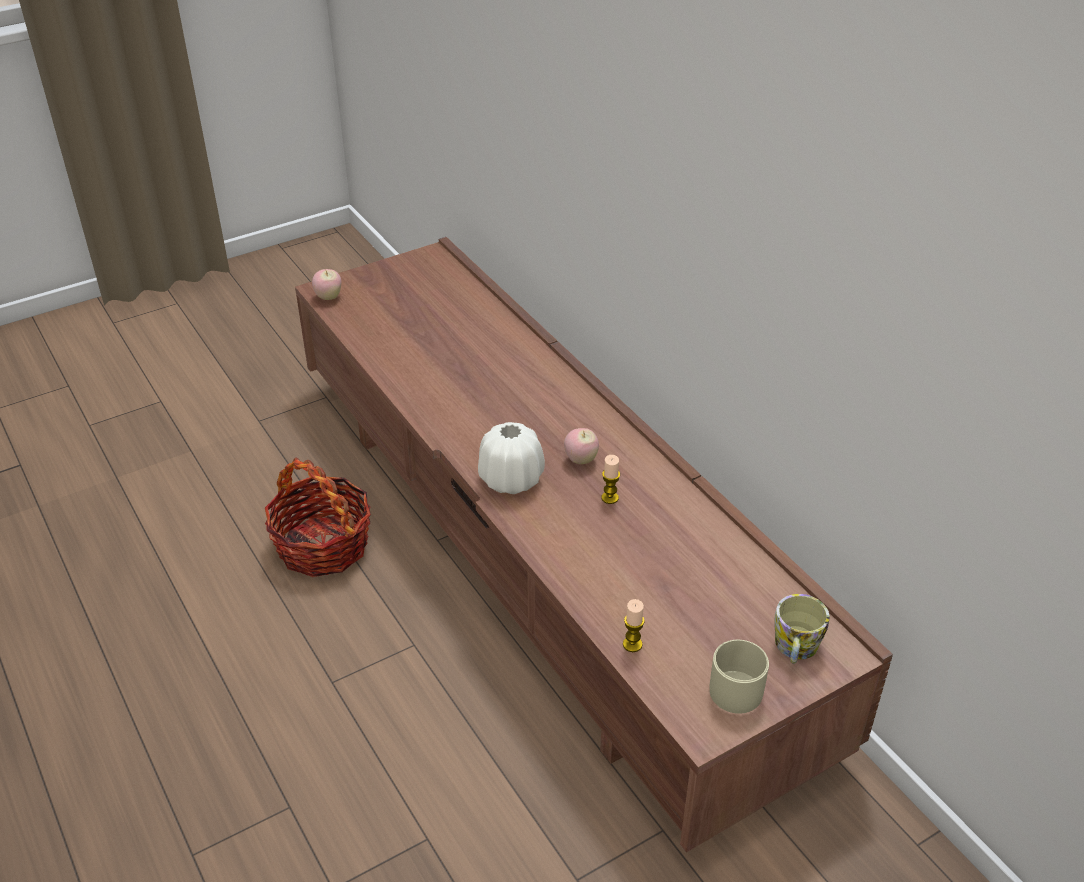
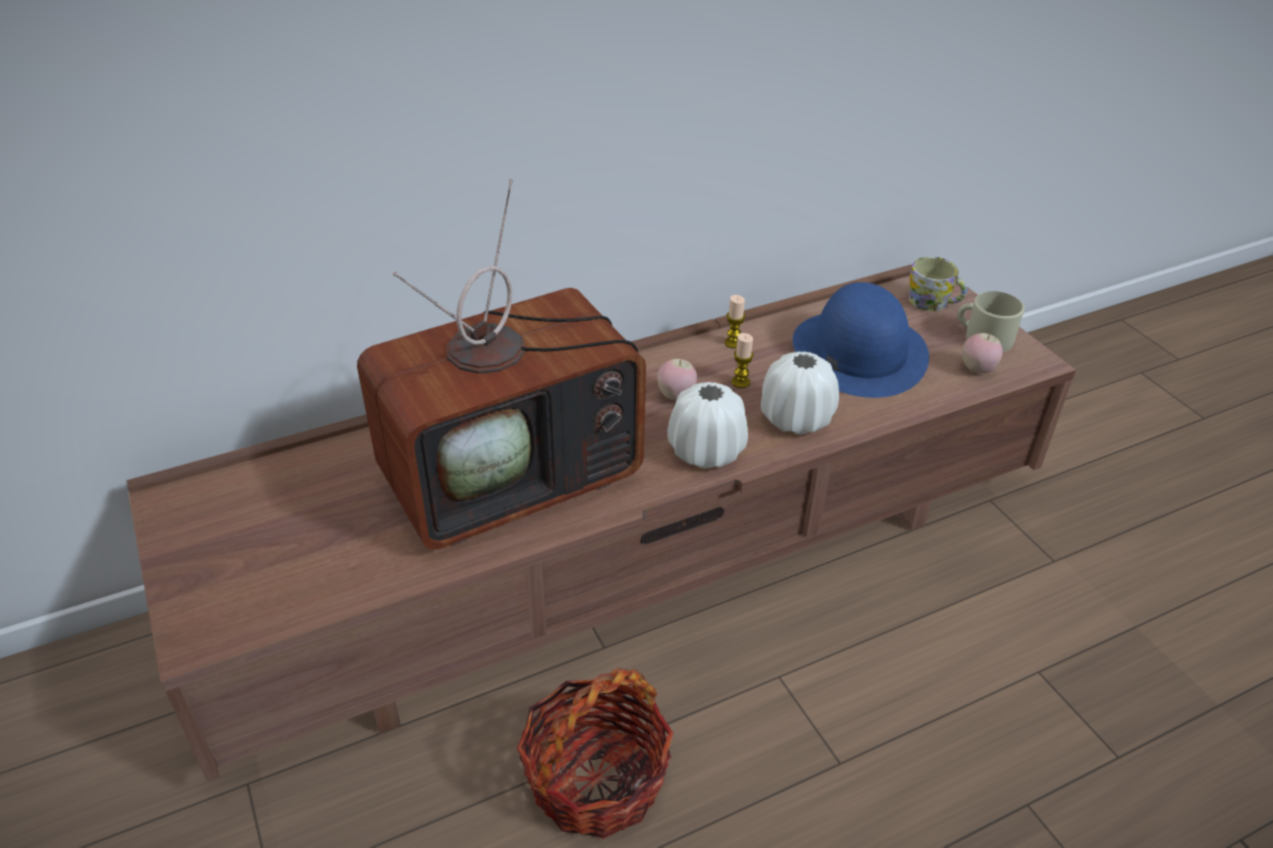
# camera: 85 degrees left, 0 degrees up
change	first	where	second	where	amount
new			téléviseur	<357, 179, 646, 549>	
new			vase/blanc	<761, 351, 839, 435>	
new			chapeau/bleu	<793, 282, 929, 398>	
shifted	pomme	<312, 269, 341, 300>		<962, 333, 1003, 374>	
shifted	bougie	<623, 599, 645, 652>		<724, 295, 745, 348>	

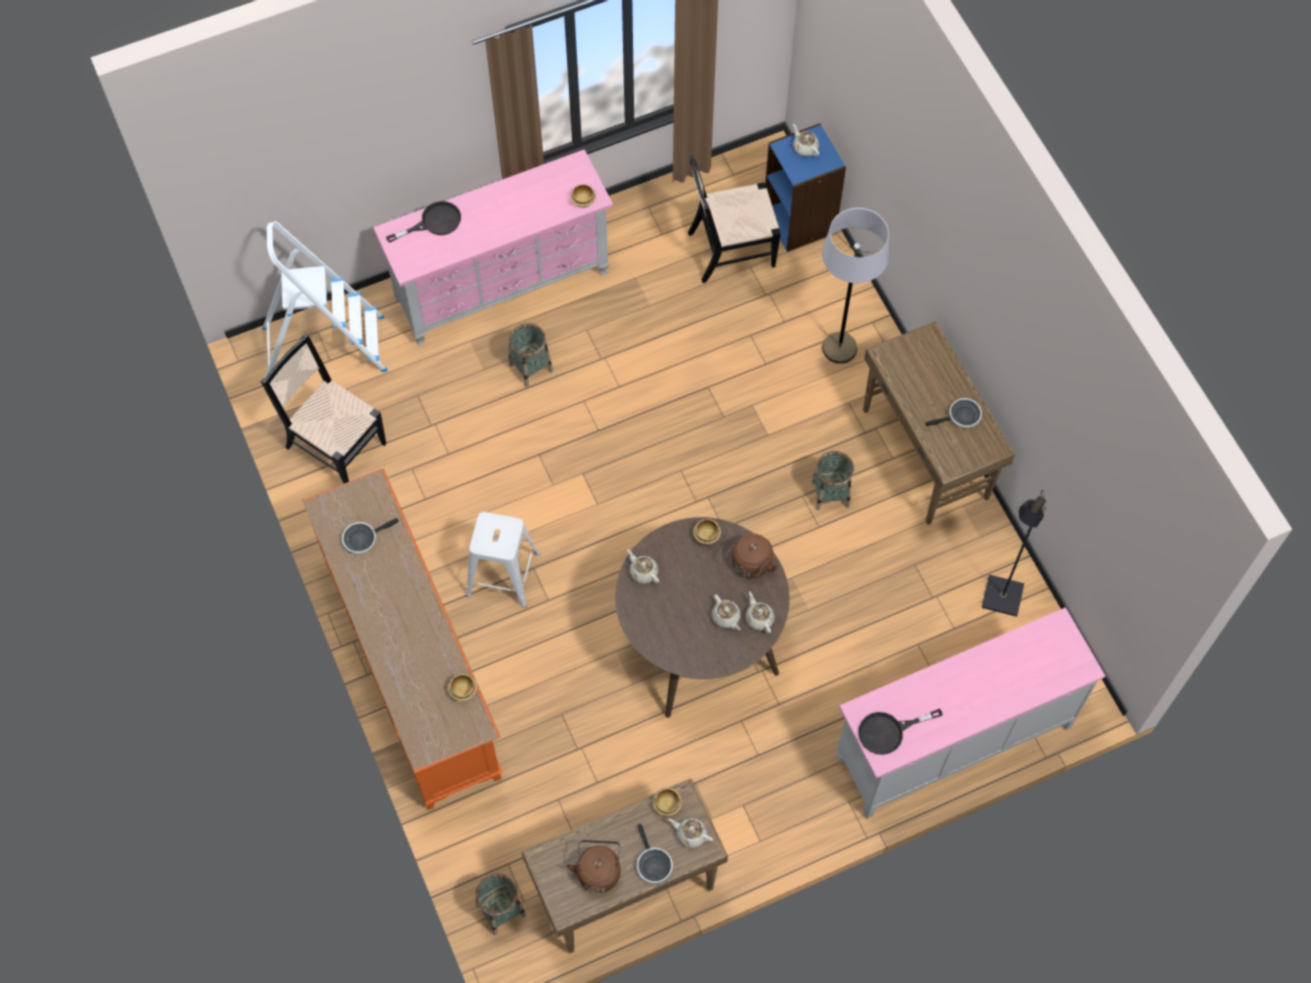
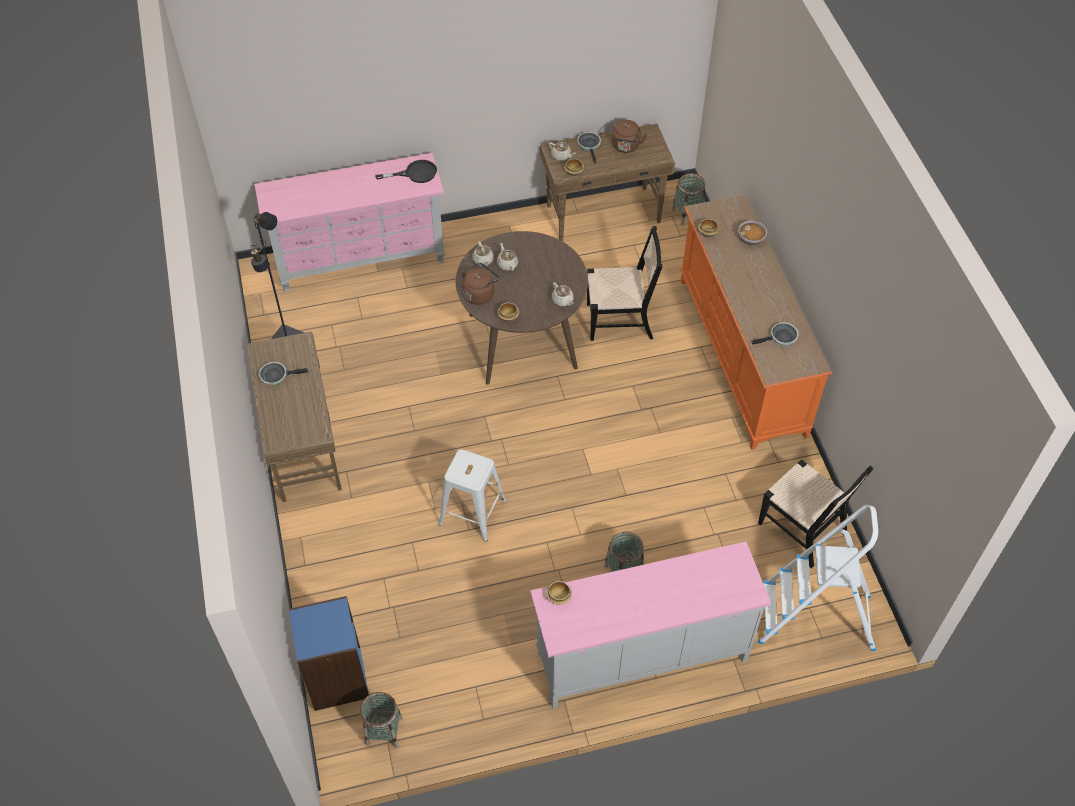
# camera: 170 degrees left, 10 degrees down
change	first	where	second	where	amount
gone	poêle/noir	<386, 201, 461, 242>			
gone	théière/beige	<793, 124, 819, 156>			
gone	lampadaire/gris	<822, 208, 889, 364>			
new			bol	<738, 221, 767, 245>	
shifted	tabouret/blanc	<466, 512, 540, 608>		<438, 449, 506, 542>	
shifted	chaise	<688, 155, 781, 283>		<587, 226, 663, 341>	
shifted	panier	<812, 451, 854, 511>		<360, 692, 402, 748>	

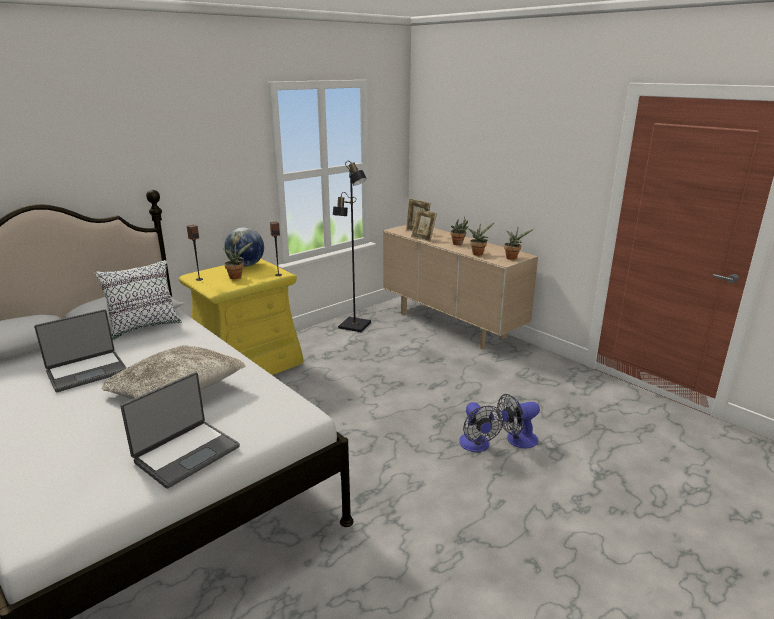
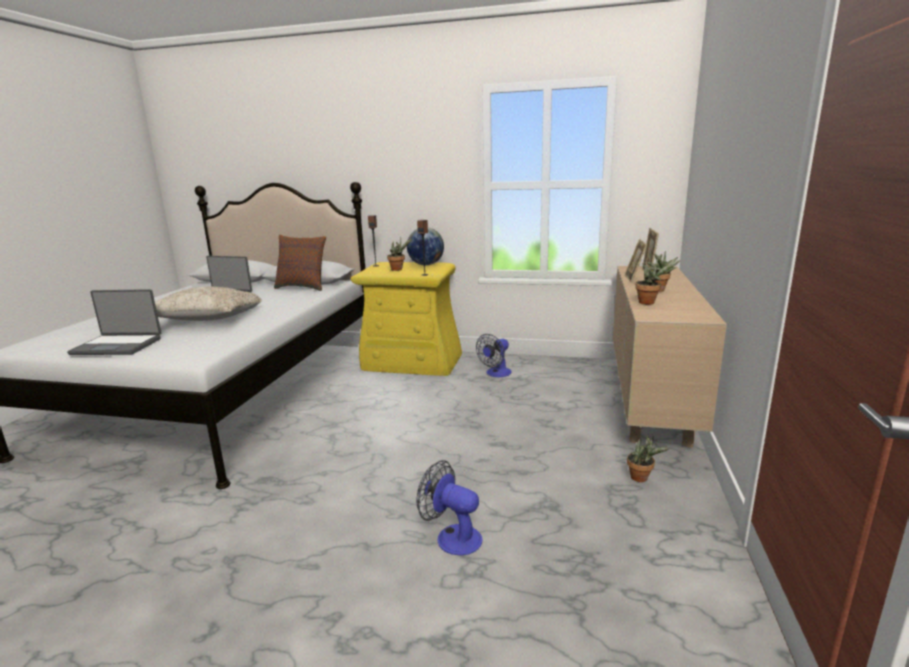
# camera: 55 degrees right, 5 degrees down
change	first	where	second	where	amount
gone	lampadaire/noir	<333, 161, 371, 332>			
shifted	ventilateur	<459, 402, 504, 452>		<476, 334, 511, 377>	
shifted	plante en pot	<504, 228, 534, 260>		<627, 435, 669, 482>	
repainted	coussin/blanc	<95, 260, 182, 340>	coussin/marron	<274, 235, 326, 291>	

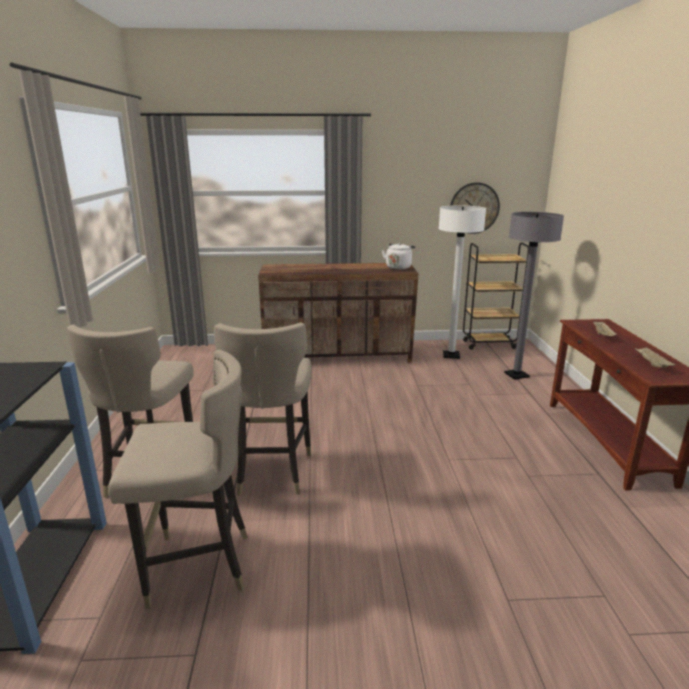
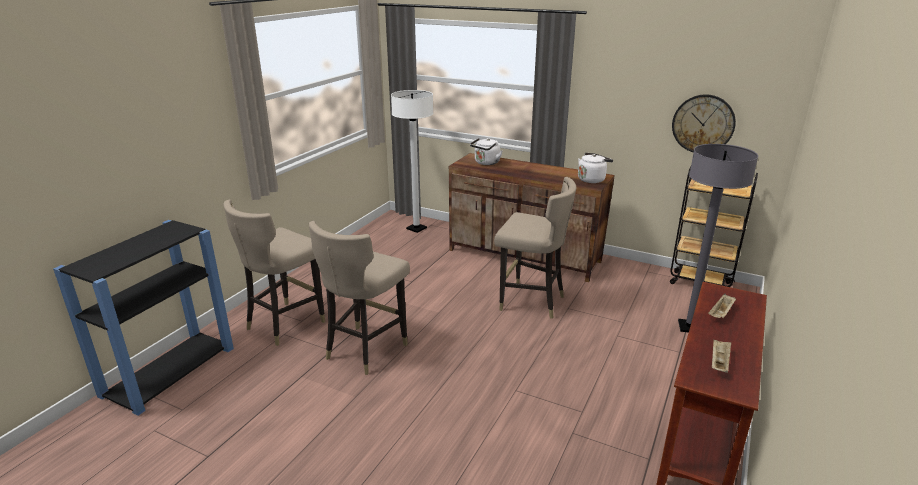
# camera: 30 degrees right, 5 degrees up
change	first	where	second	where	amount
new			bouilloire/blanc	<470, 138, 502, 165>	
shifted	tabouret/beige	<108, 350, 248, 609>		<494, 177, 577, 319>	
shifted	lampadaire/blanc	<438, 205, 486, 359>		<391, 90, 434, 233>	

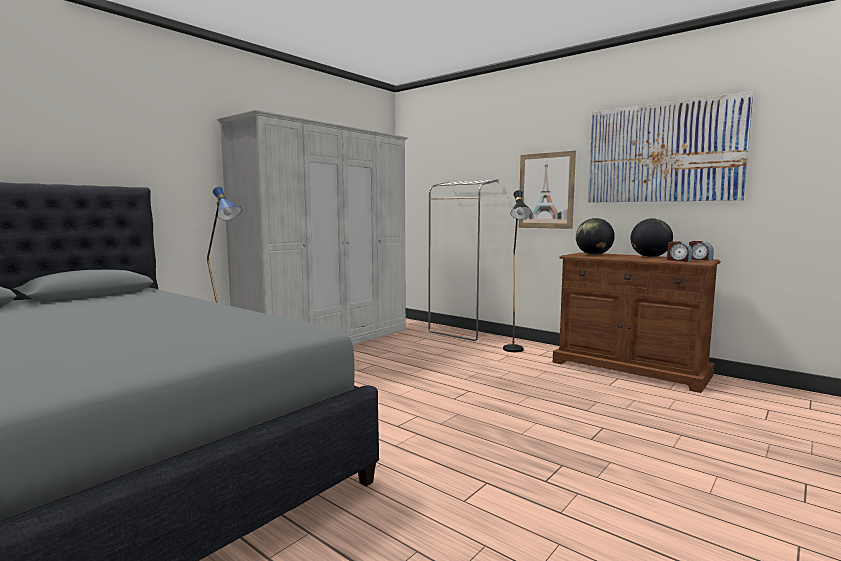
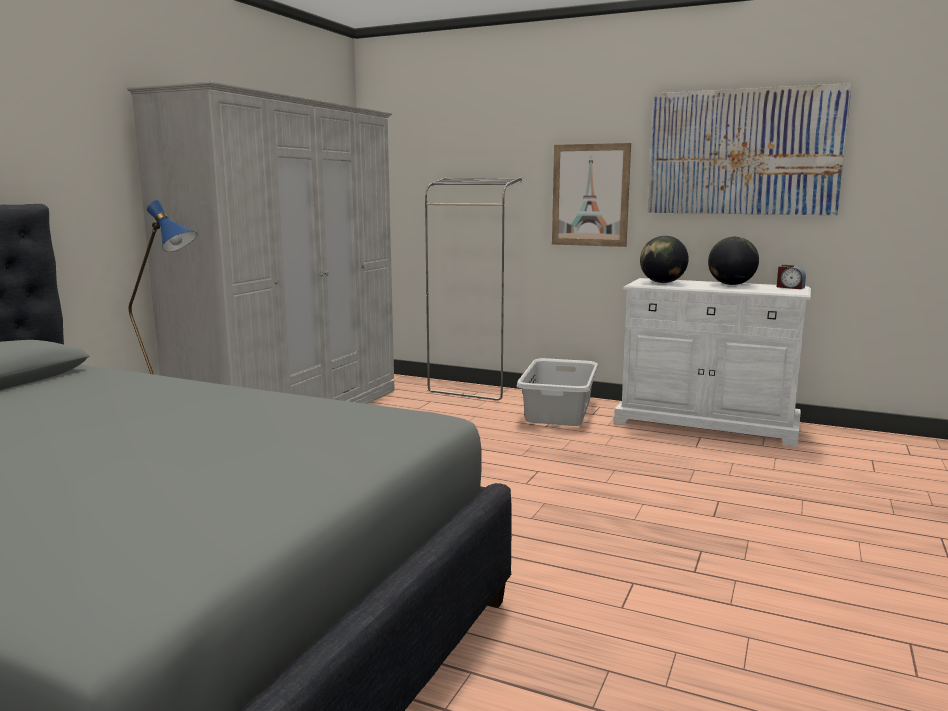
# camera: 15 degrees left, 5 degrees up
change	first	where	second	where	amount
gone	réveil	<667, 241, 692, 262>			
swapped	lampadaire/noir	<503, 190, 532, 352>	panier à linge/gris	<517, 358, 598, 426>	
repainted	commode/marron	<553, 252, 721, 393>	commode/blanc	<614, 278, 811, 447>	

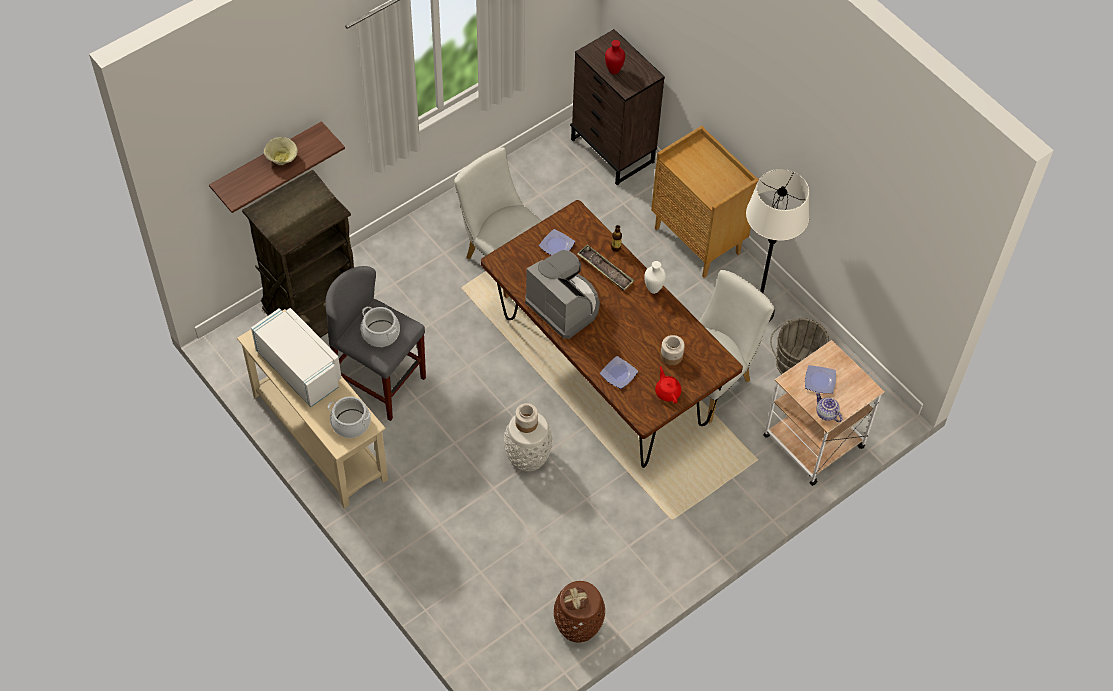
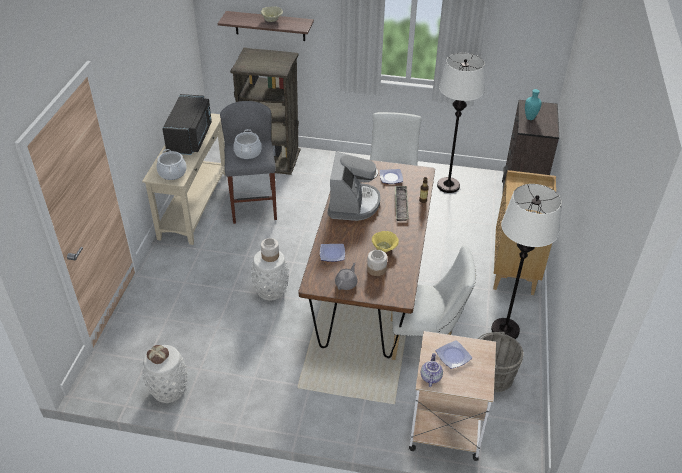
# camera: 50 degrees right, 15 degrees down
change	first	where	second	where	amount
gone	vase/blanc	<644, 261, 666, 294>			
new			bol/jaune	<372, 231, 399, 252>	
new			lampadaire/blanc	<437, 53, 485, 193>	
repainted	micro-ondes/blanc	<251, 308, 342, 407>	micro-ondes/noir	<162, 94, 212, 155>	
repainted	tabouret/marron	<554, 581, 605, 643>	tabouret/blanc	<142, 345, 187, 403>	
repainted	vase/rouge	<605, 40, 625, 74>	vase/turquoise	<525, 89, 542, 120>	
repainted	théière/rouge	<655, 366, 681, 403>	théière/gris	<335, 263, 358, 290>	

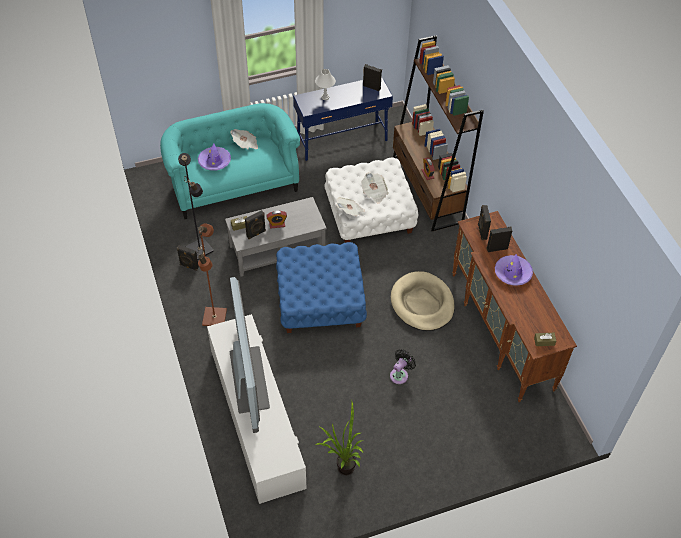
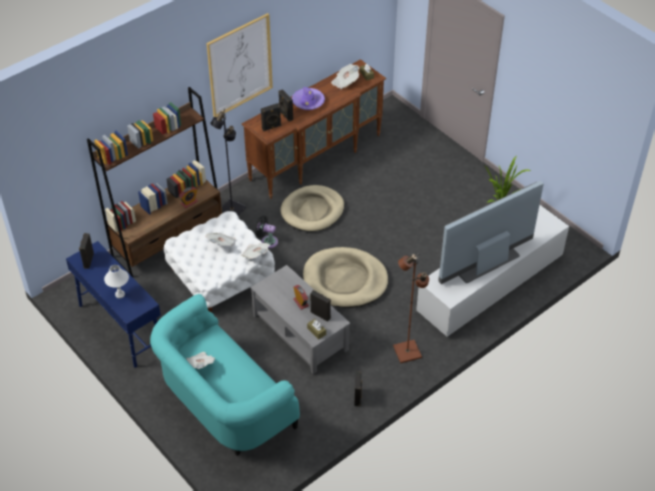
# camera: 110 degrees left, 5 degrees down
change	first	where	second	where	amount
gone	chapeau/violet	<198, 144, 231, 171>			
new			tableau	<206, 13, 273, 117>	
new			journal	<331, 64, 359, 89>	
shifted	lampadaire/noir	<178, 153, 214, 260>		<210, 109, 246, 216>	
shifted	ventilateur/noir	<390, 349, 416, 384>		<256, 216, 278, 248>	
swapped	pouf/bleu	<276, 242, 367, 333>	panier pour chien/beige	<303, 247, 388, 308>	

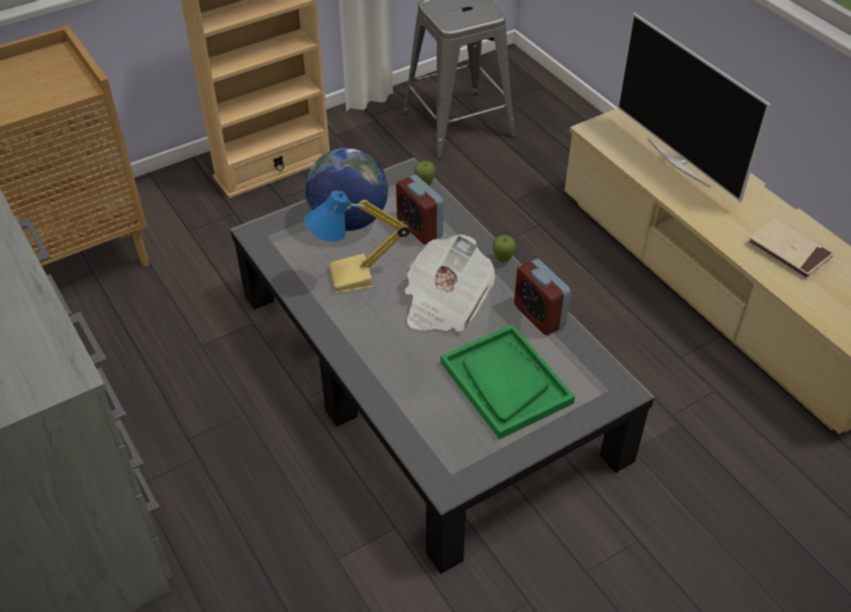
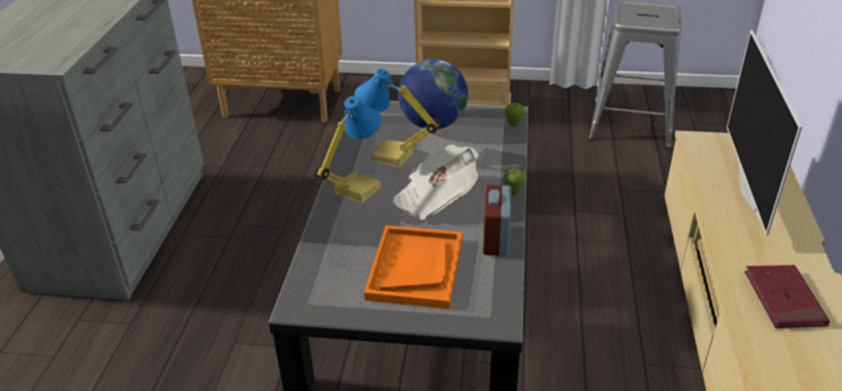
# camera: 40 degrees right, 10 degrees down
change	first	where	second	where	amount
gone	réveil	<396, 175, 444, 244>			
new			lampe de table	<314, 96, 382, 204>	
repainted	plateau/vert	<440, 324, 575, 439>	plateau/orange	<364, 225, 462, 309>	
repainted	livre/beige	<747, 218, 834, 279>	livre/rouge	<745, 265, 830, 328>	

